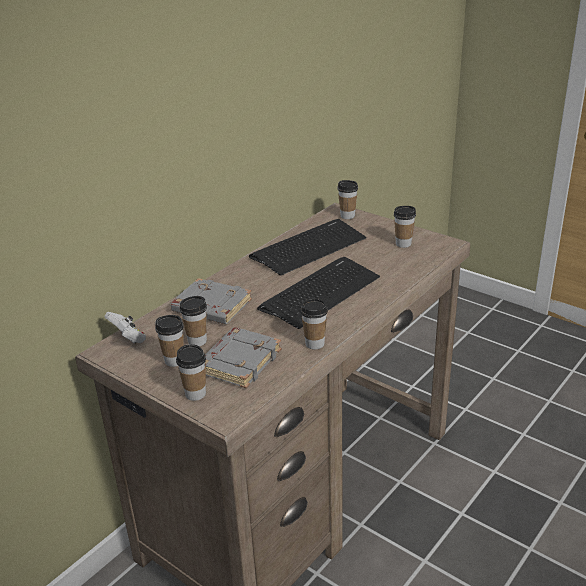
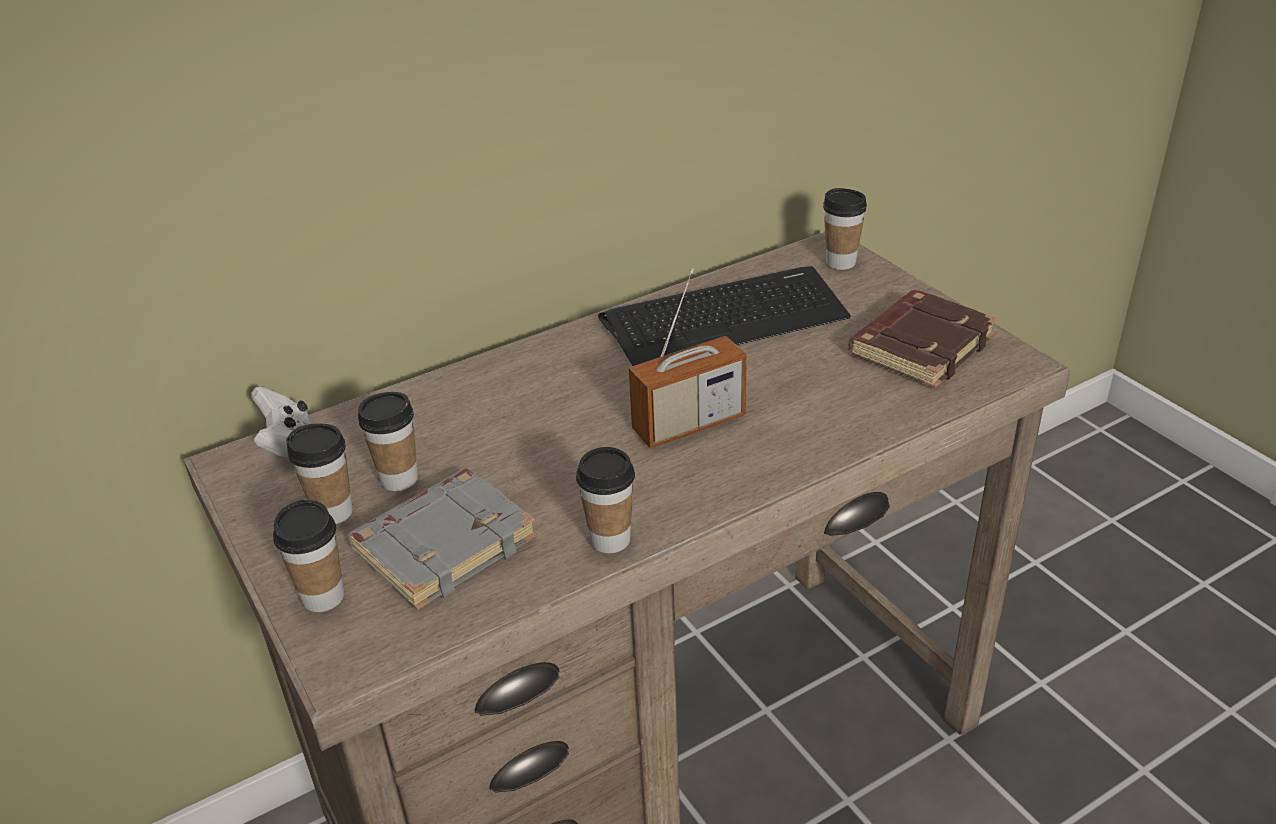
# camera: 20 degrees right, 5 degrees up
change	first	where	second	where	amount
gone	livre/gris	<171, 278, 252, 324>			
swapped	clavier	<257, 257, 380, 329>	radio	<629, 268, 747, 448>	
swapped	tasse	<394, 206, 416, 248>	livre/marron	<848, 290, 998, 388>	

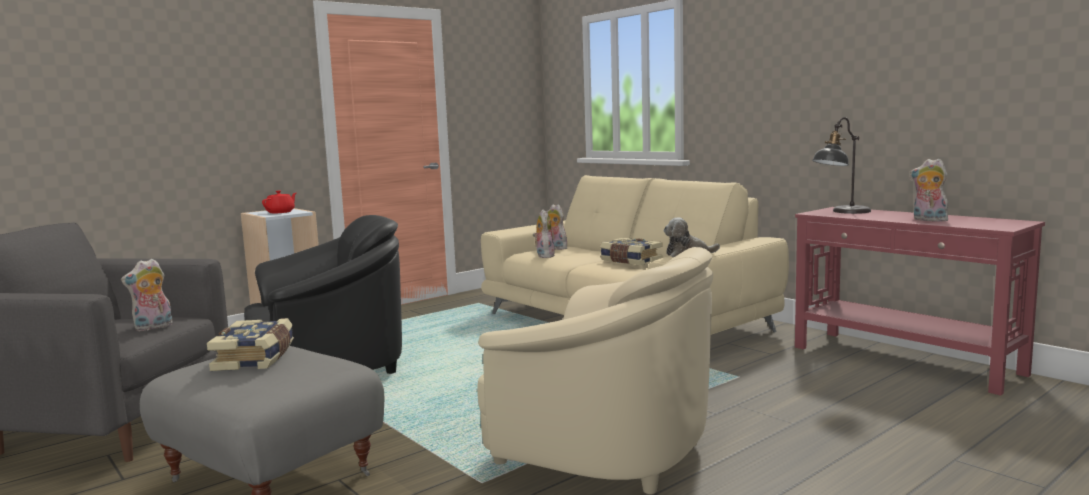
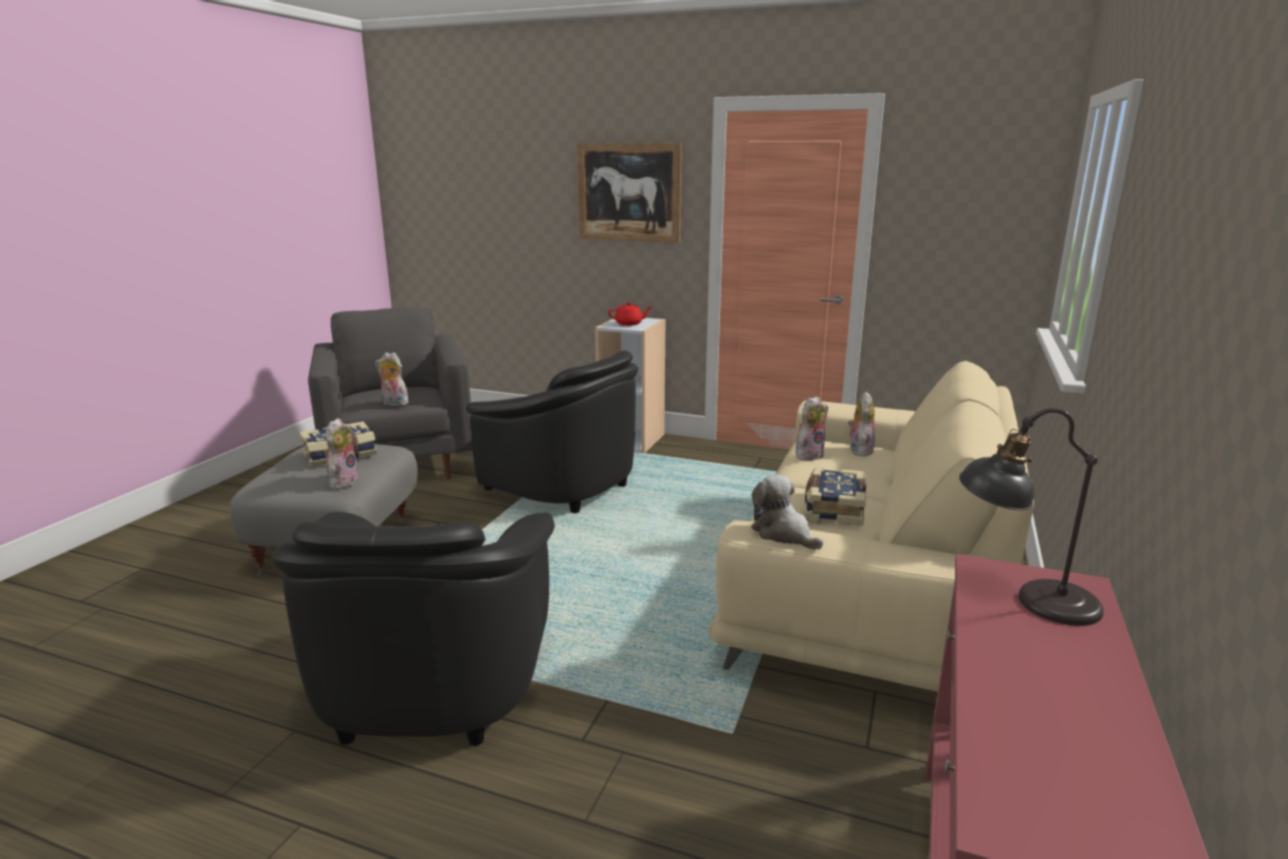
# camera: 60 degrees right, 10 degrees up
change	first	where	second	where	amount
new			tableau	<576, 143, 682, 243>	
shifted	peluche	<910, 159, 950, 222>		<324, 418, 360, 489>	
repainted	fauteuil/beige	<477, 247, 713, 494>	fauteuil/noir	<271, 512, 555, 746>	

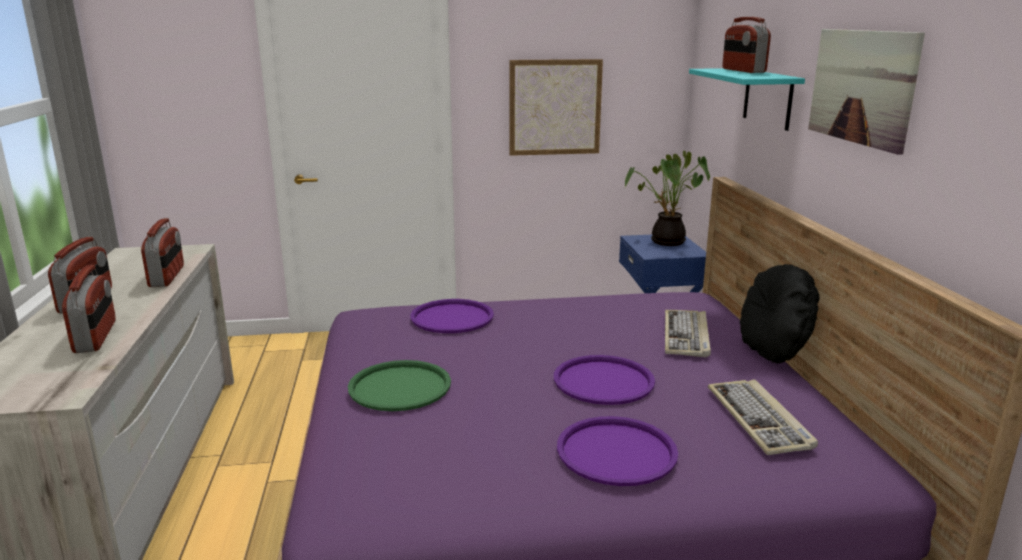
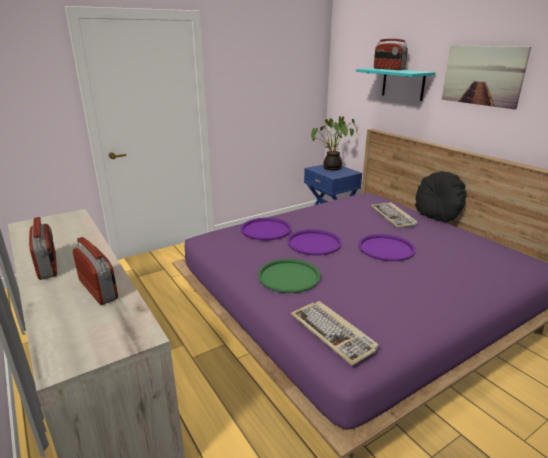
# camera: 25 degrees left, 5 degrees up
change	first	where	second	where	amount
gone	radio	<141, 218, 184, 287>			
gone	tableau	<509, 57, 603, 156>			
shifted	plateau/violet	<557, 416, 678, 486>		<287, 229, 342, 255>	
shifted	clavier	<708, 379, 818, 455>		<291, 301, 379, 366>	

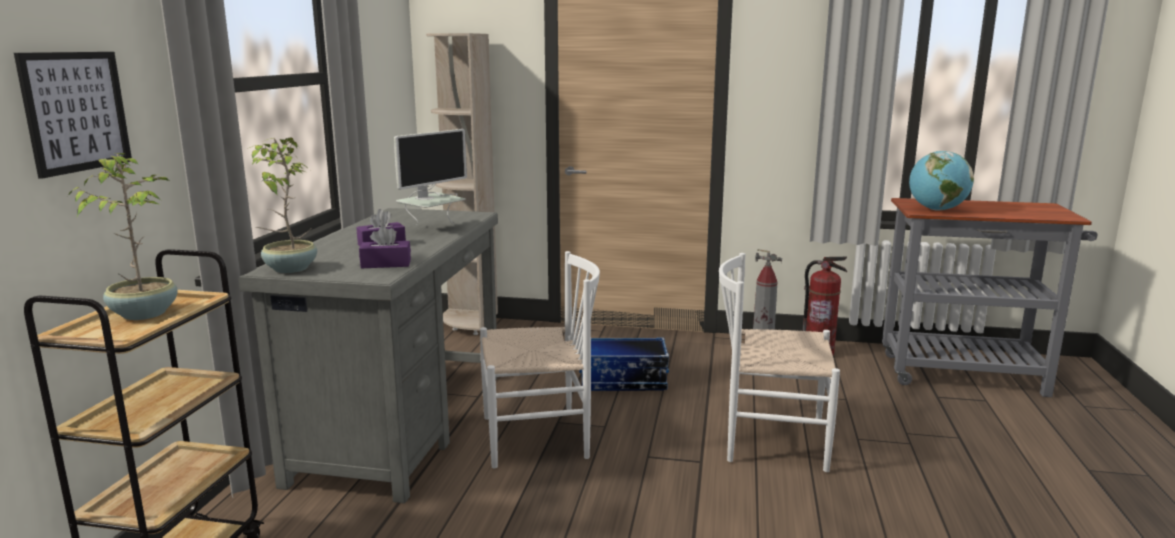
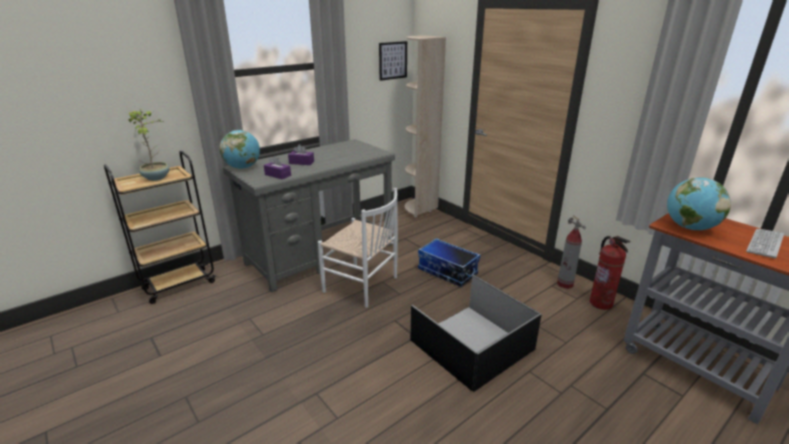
# camera: 40 degrees right, 10 degrees up
change	first	where	second	where	amount
gone	écran d'ordinateur	<394, 129, 467, 225>			
new			clavier	<746, 229, 784, 259>	
shifted	tableau	<14, 52, 132, 179>		<379, 41, 407, 81>	
swapped	plante en pot	<247, 138, 317, 273>	globe	<220, 130, 260, 169>	
swapped	chaise/blanc	<719, 253, 840, 472>	boîte de rangement/noir	<410, 275, 542, 392>	

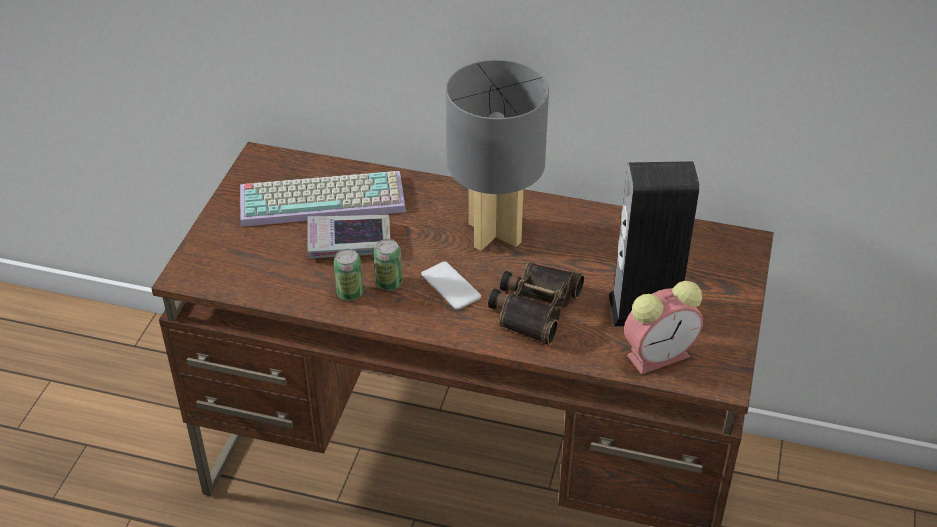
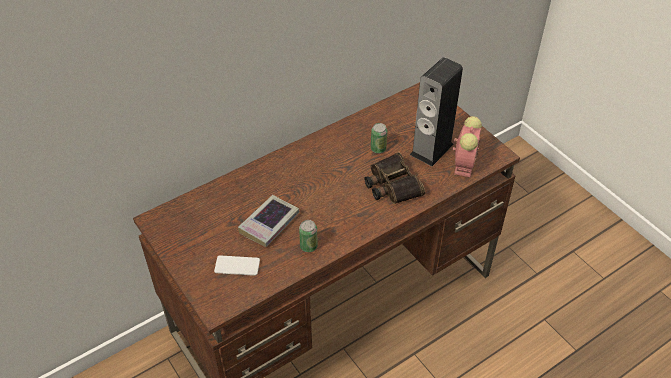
# camera: 50 degrees left, 5 degrees up
change	first	where	second	where	amount
gone	clavier	<240, 171, 406, 227>			
gone	lampe de table/gris	<446, 60, 549, 251>			
shifted	boîte métallique	<374, 239, 402, 291>		<371, 123, 387, 153>	
shifted	téléphone	<421, 261, 481, 310>		<214, 255, 260, 276>	

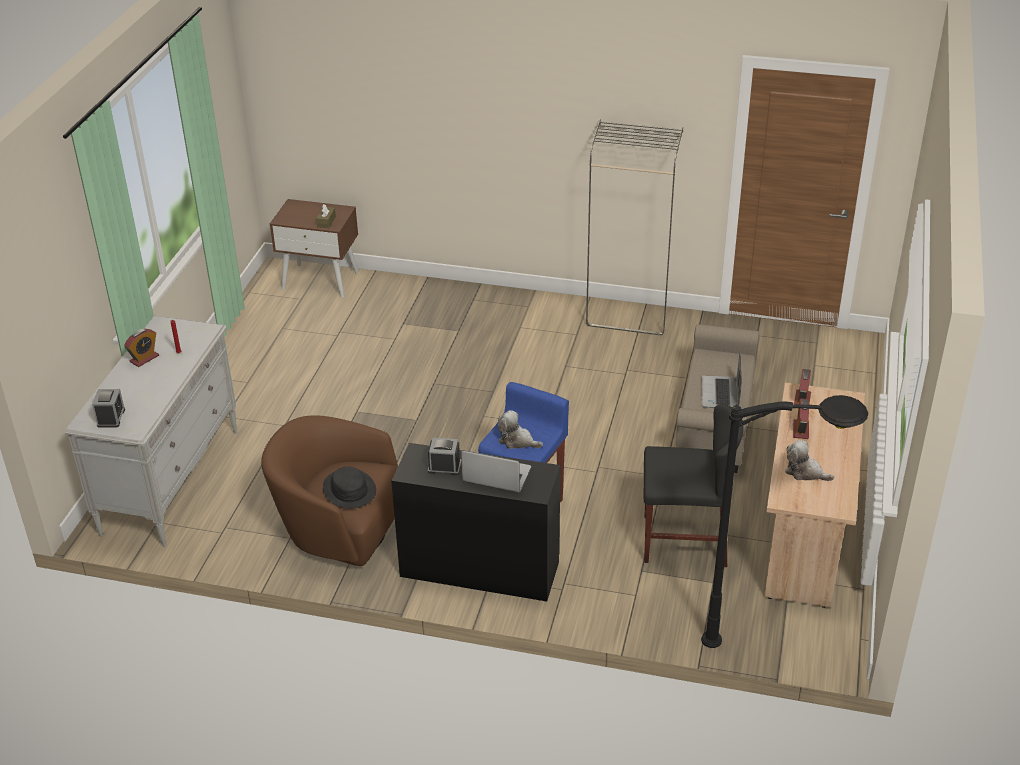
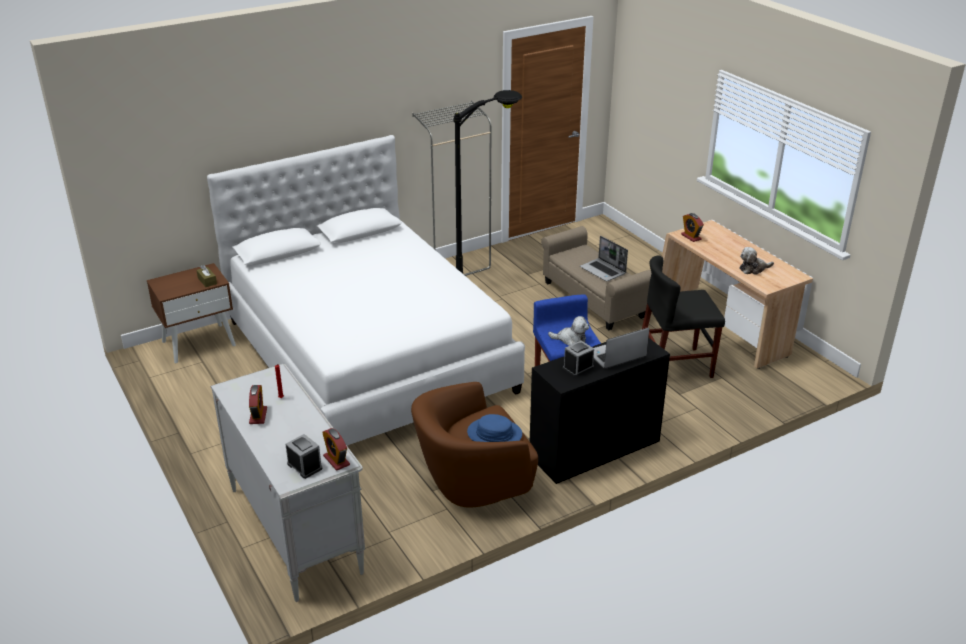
# camera: 45 degrees left, 5 degrees down
change	first	where	second	where	amount
new			lit/blanc	<207, 135, 525, 446>	
shifted	lampadaire/noir	<701, 395, 868, 648>		<453, 90, 522, 274>	
shifted	réveil	<793, 398, 809, 439>		<322, 428, 350, 471>	
repainted	chapeau/noir	<323, 467, 376, 509>	chapeau/bleu	<467, 414, 522, 442>	
rotated	peluche	<498, 410, 543, 449>		<548, 316, 589, 346>	150 degrees counterclockwise
rotated	chaise/noir	<644, 404, 744, 567>		<642, 255, 725, 378>	150 degrees counterclockwise

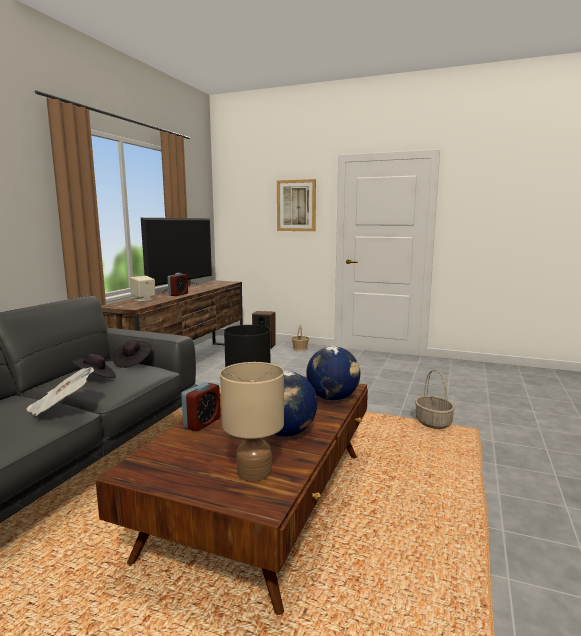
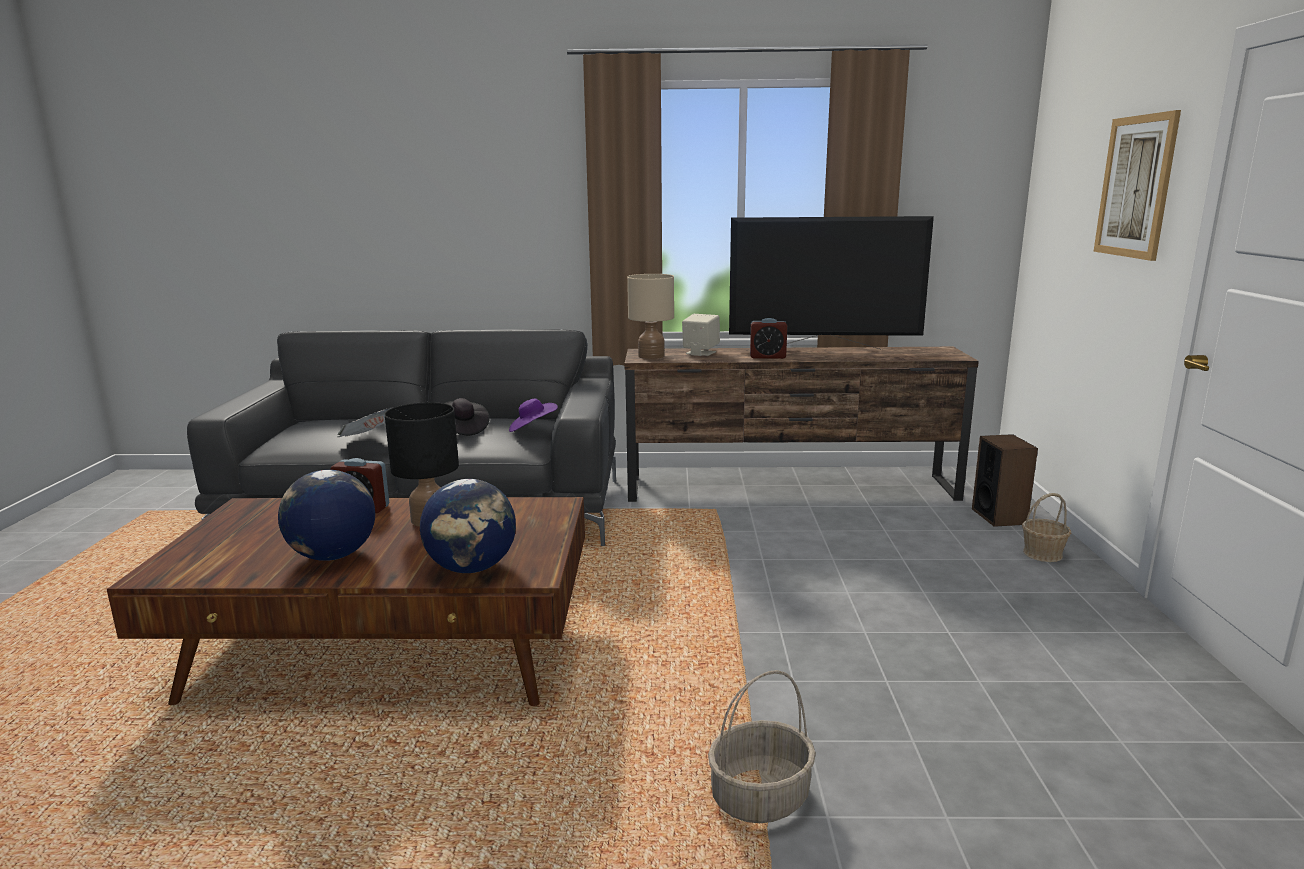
# camera: 70 degrees right, 5 degrees up
change	first	where	second	where	amount
shifted	lampe de table/beige	<220, 362, 284, 481>		<627, 274, 674, 359>	
repainted	chapeau/noir	<113, 340, 152, 368>	chapeau/violet	<509, 399, 558, 432>	

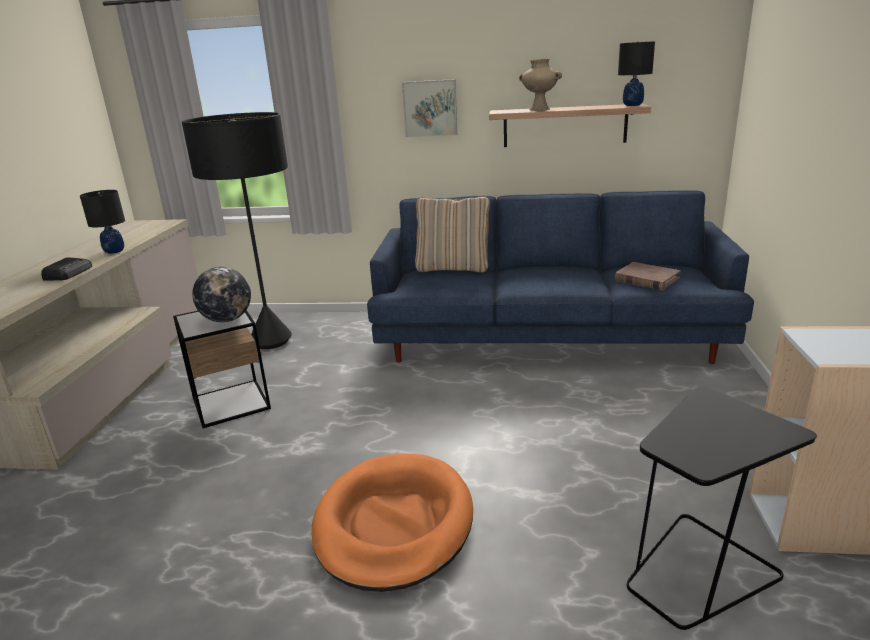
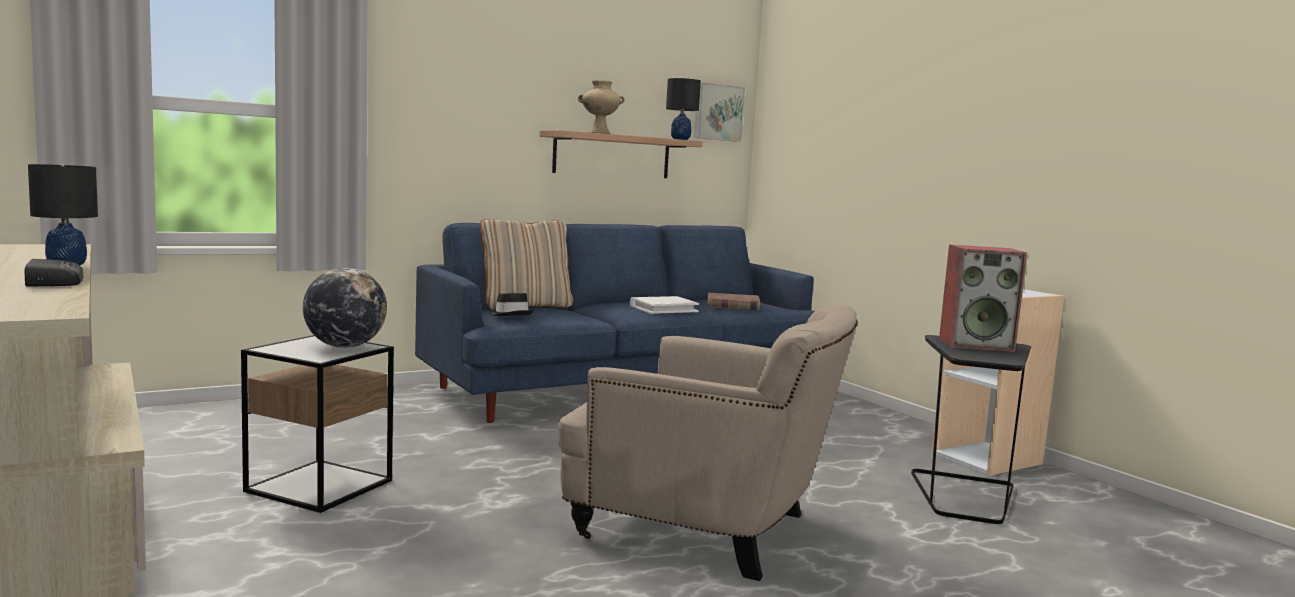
# camera: 40 degrees left, 15 degrees down
change	first	where	second	where	amount
gone	lampadaire/noir	<182, 112, 292, 349>			
new			chapeau/noir	<489, 293, 533, 316>	
new			livre/blanc	<630, 296, 699, 314>	
new			enceinte	<939, 245, 1027, 352>	
shifted	tableau	<402, 79, 457, 137>		<694, 82, 745, 142>	
swapped	panier pour chien/orange	<312, 453, 473, 592>	fauteuil/beige	<558, 305, 858, 581>	

